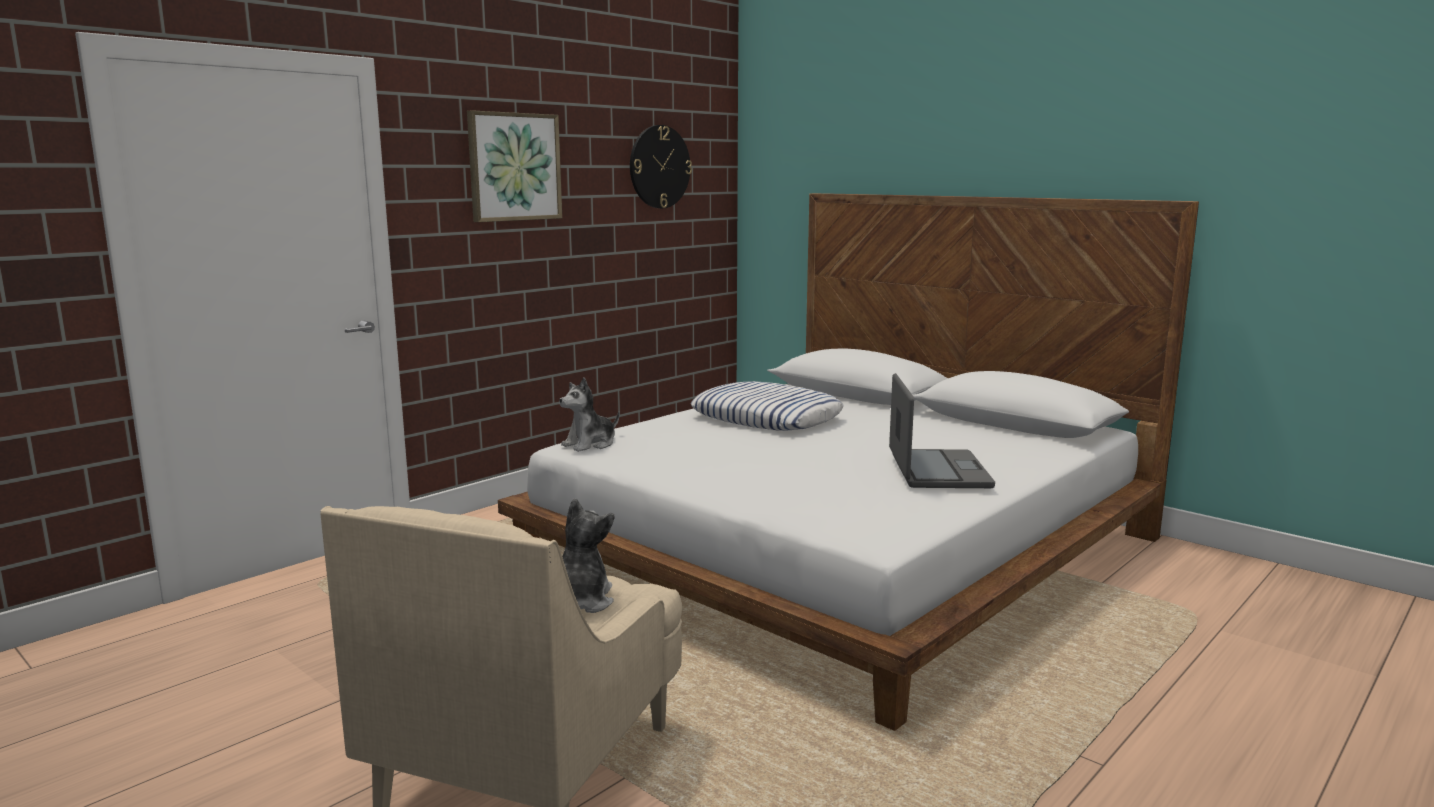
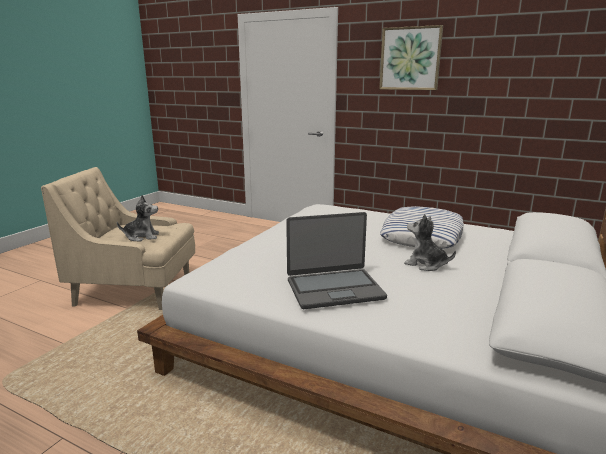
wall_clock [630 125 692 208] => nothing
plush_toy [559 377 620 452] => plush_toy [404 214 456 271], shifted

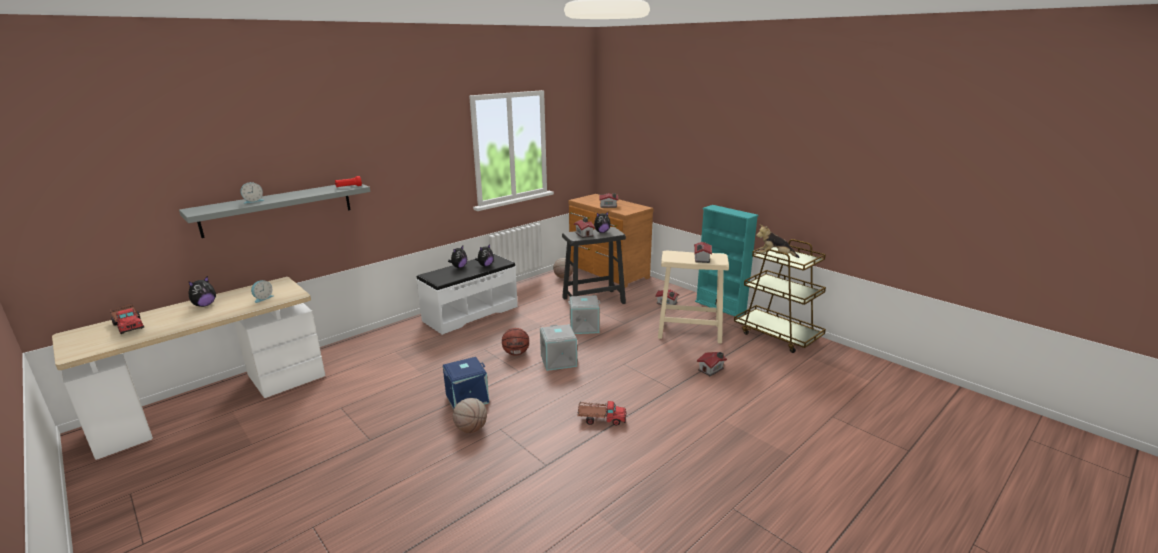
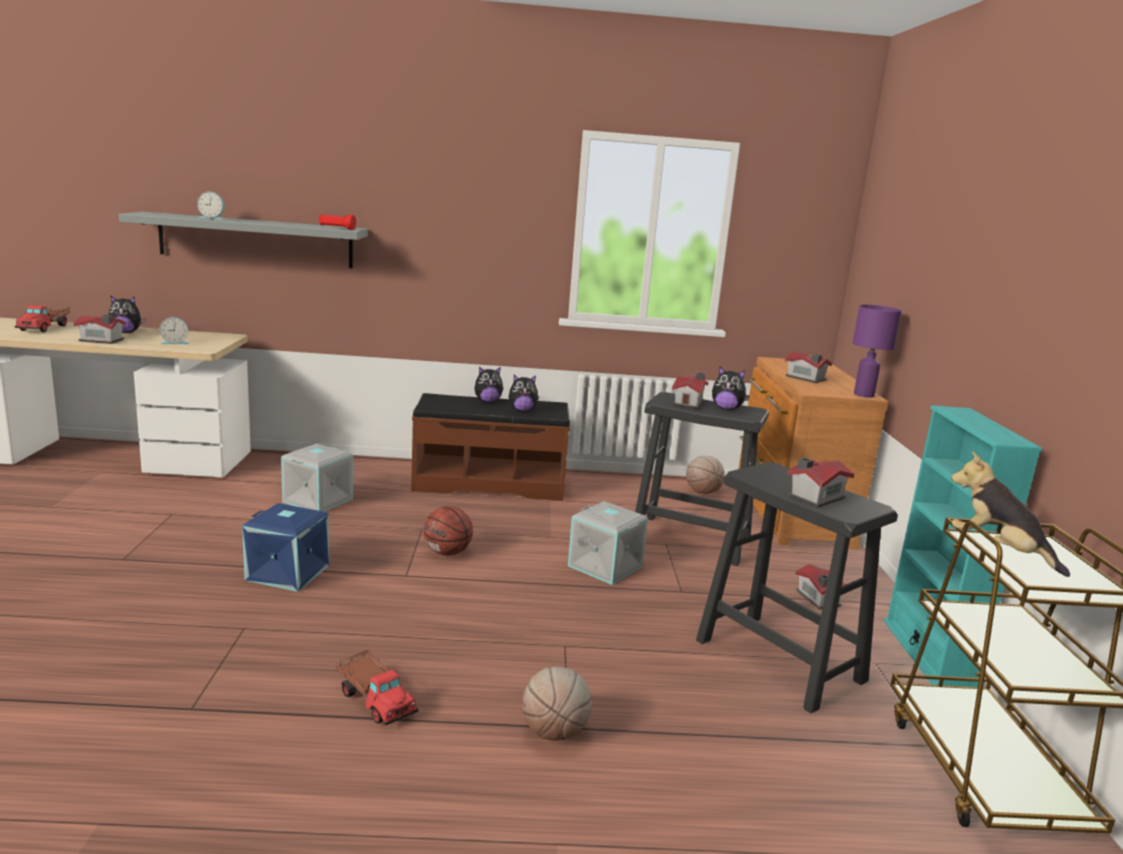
nothing => purple_table_lamp [853 305 902 398]
basketball [453 398 487 433] => basketball [522 667 592 741], shifted
grey_storage_box [540 324 577 371] => grey_storage_box [281 444 353 512], shifted
toy_house [697 352 727 376] => toy_house [74 315 126 344], shifted
white_bench [416 254 518 335] => brown_bench [411 393 570 501]
beige_stool [658 250 729 344] => black_stool [696 462 898 713]

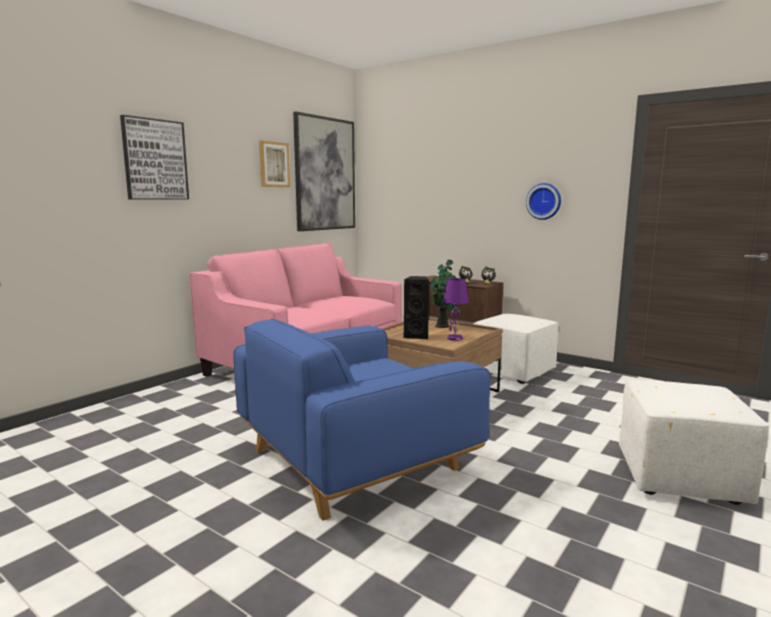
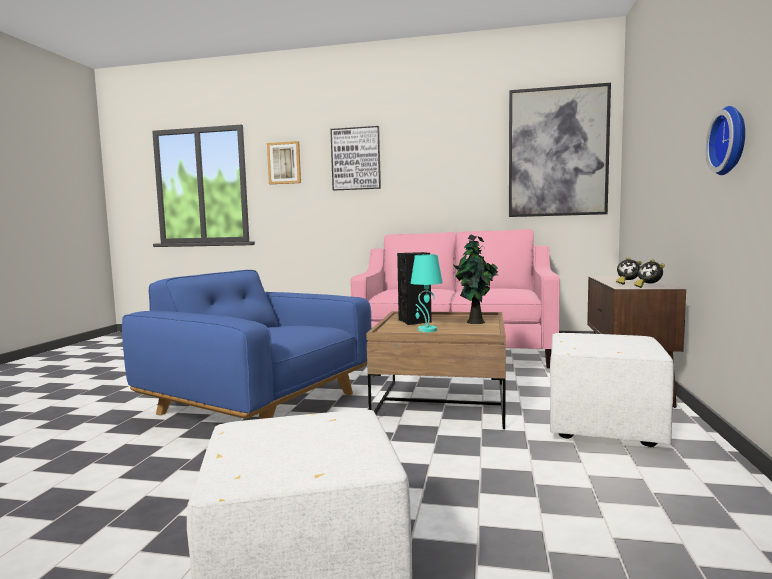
picture [259 140 290 187] => picture [267 141 301 184], shifted
purple_table_lamp [443 278 469 341] => turquoise_table_lamp [411 254 443 332]

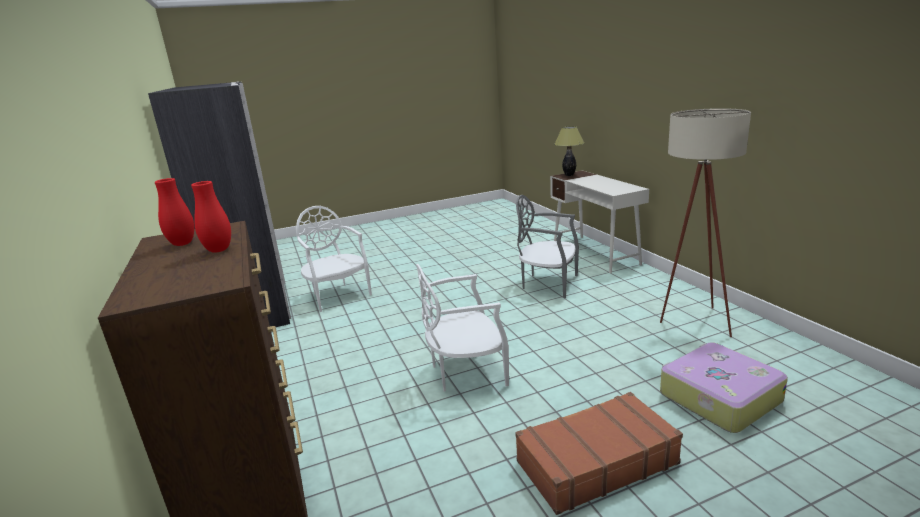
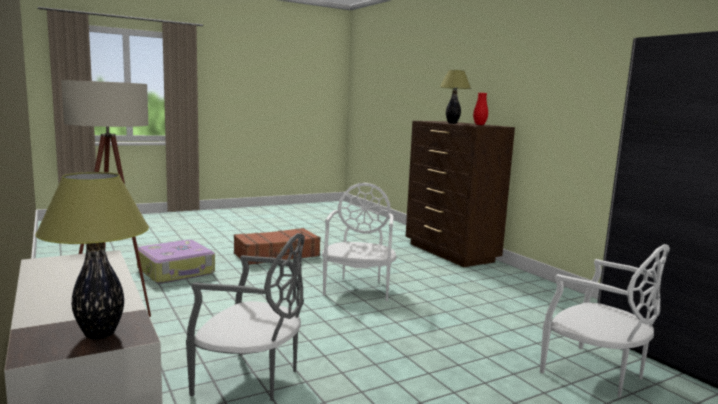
red_vase [191 181 231 253] => table_lamp [439 70 471 124]
white_chair [416 264 509 392] => white_chair [322 183 396 301], 60 degrees counterclockwise

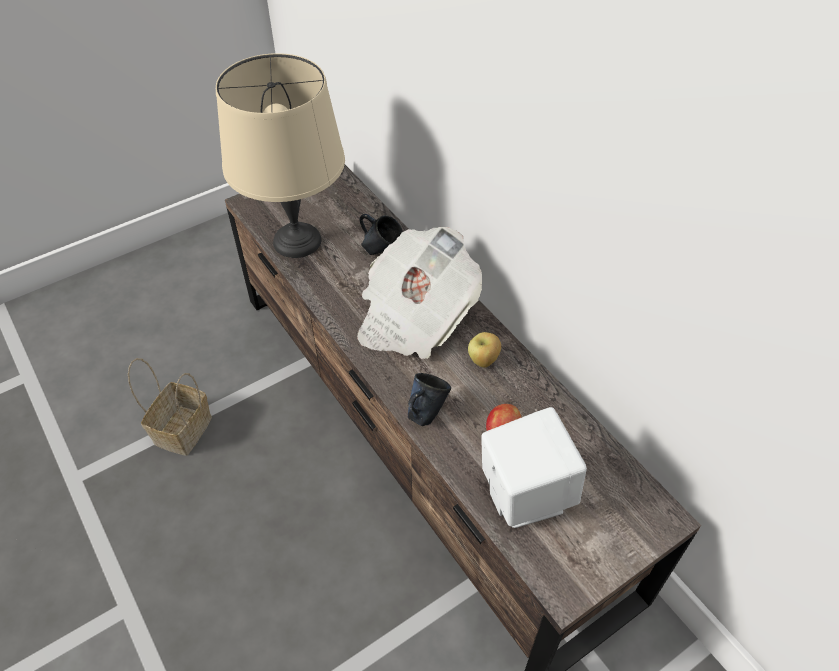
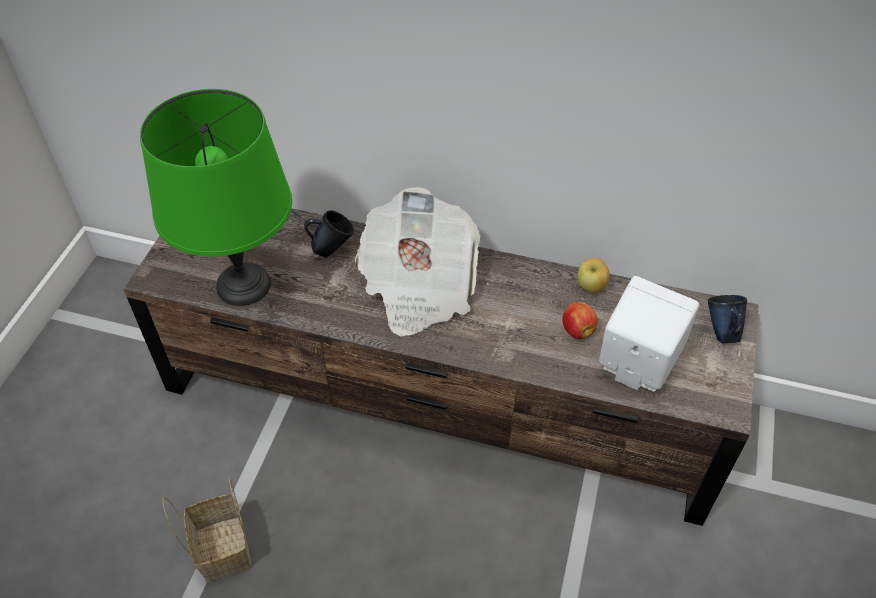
blue_mug [408 373 451 426] => blue_mug [708 295 747 344], shifted
apple [468 332 501 367] => apple [577 258 610 293], shifted
beige_table_lamp [216 53 345 258] => green_table_lamp [140 89 292 306]

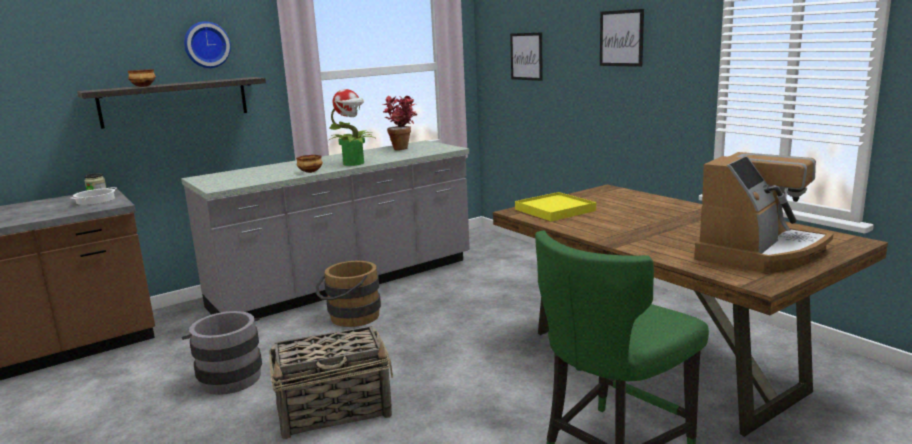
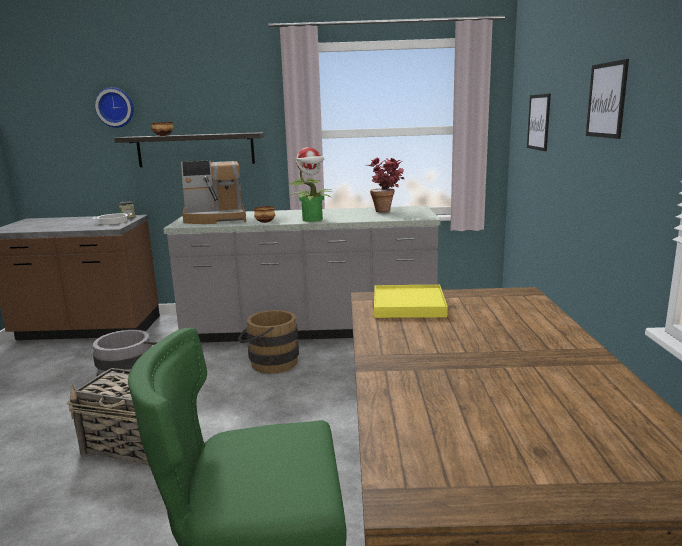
wall_clock [184 21 231 68] => wall_clock [95 87 134 128], shifted
coffee_machine [694 152 833 273] => coffee_machine [181 160 246 224], shifted

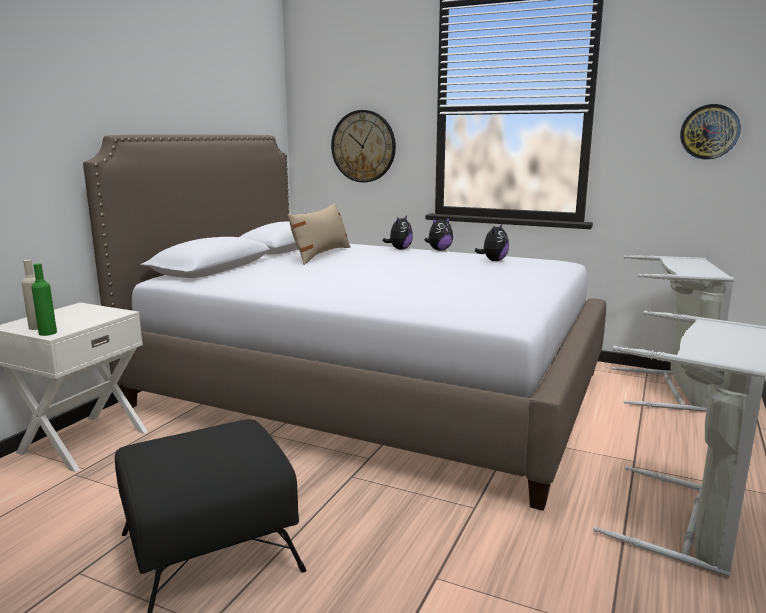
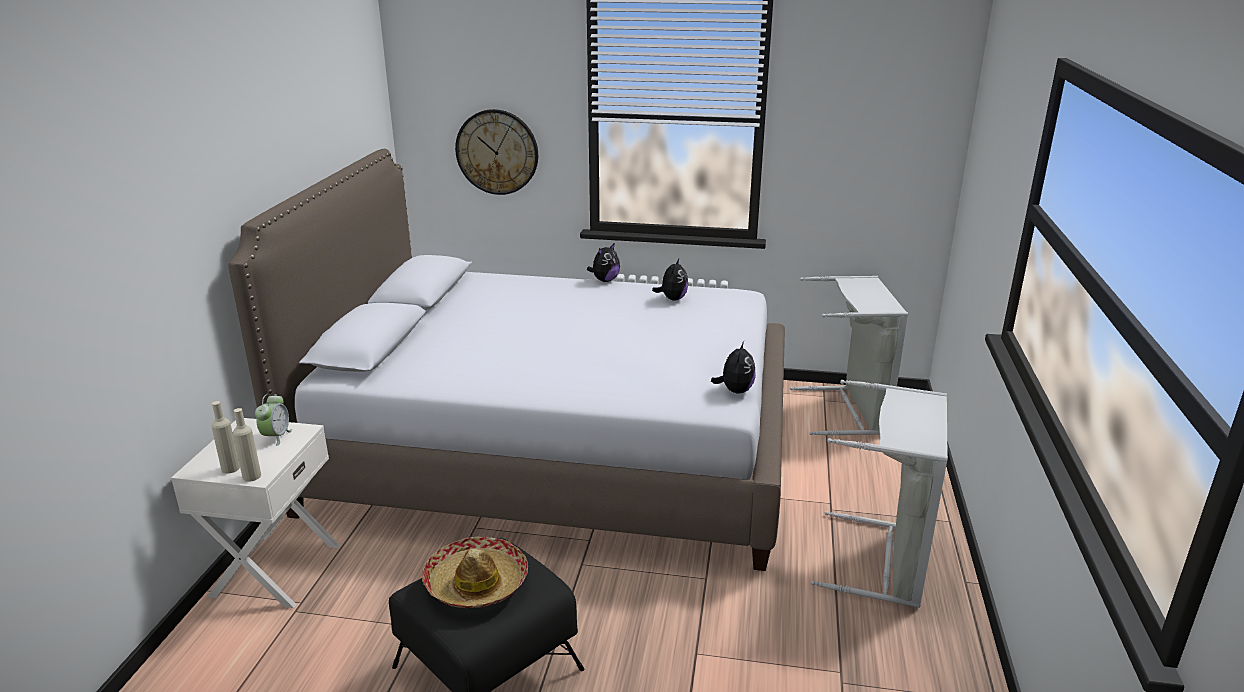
beige_pillow [287 203 351 265] => nothing
wall_clock [680 104 741 159] => nothing
nothing => alarm_clock [255 394 292 446]
nothing => hat [422 537 528 608]
plush_toy [383 215 413 250] => plush_toy [711 341 756 394], shifted
green_bottle [31 263 57 336] => beige_bottle [233 408 261 482]

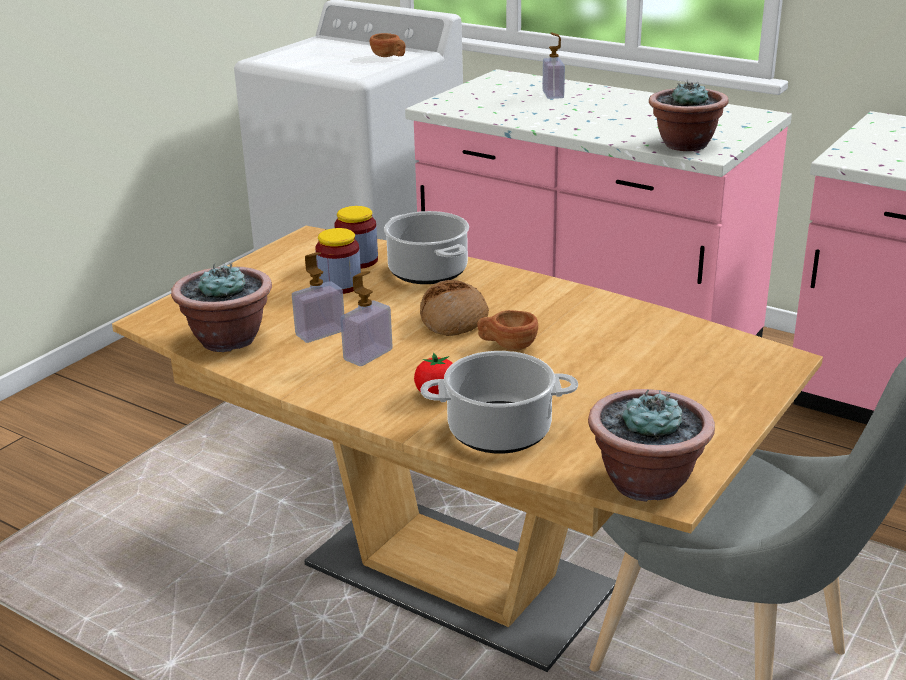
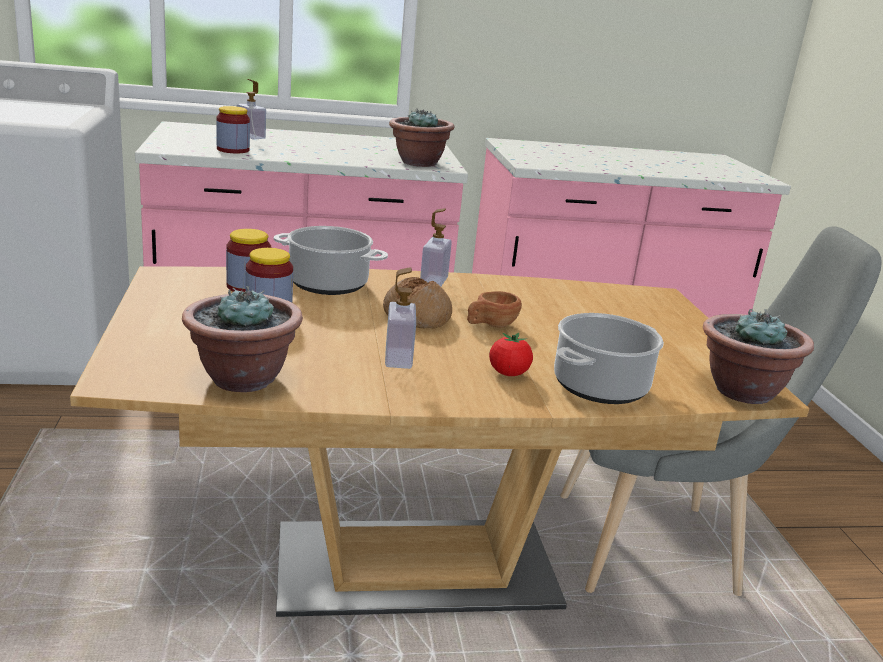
brown_cup [370 33 406 57] => nothing
nothing => jar [216 106 250 153]
soap_dispenser [292 252 344 343] => soap_dispenser [420 208 452 287], shifted

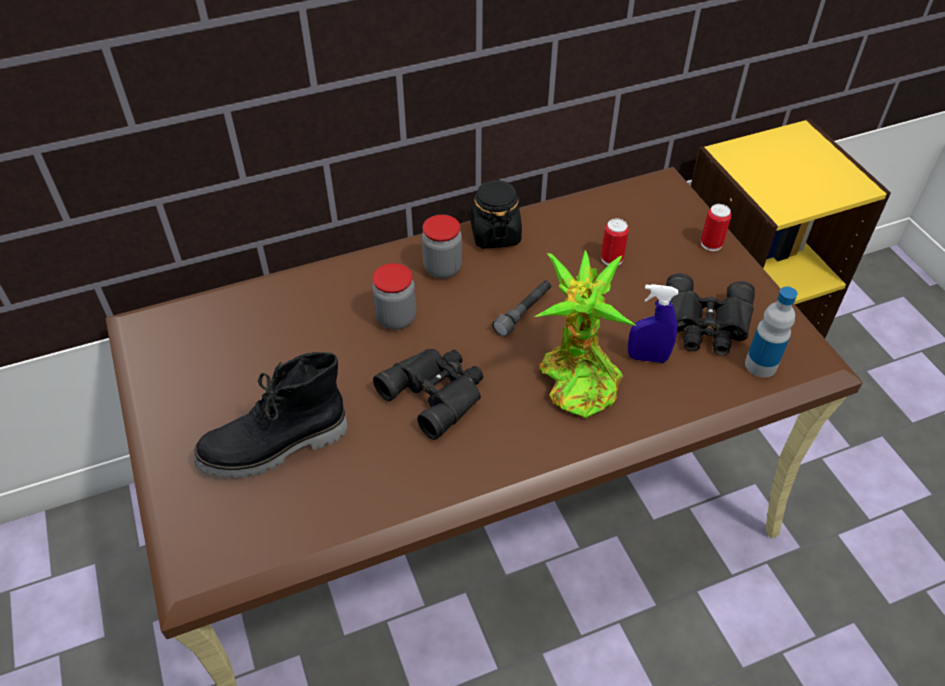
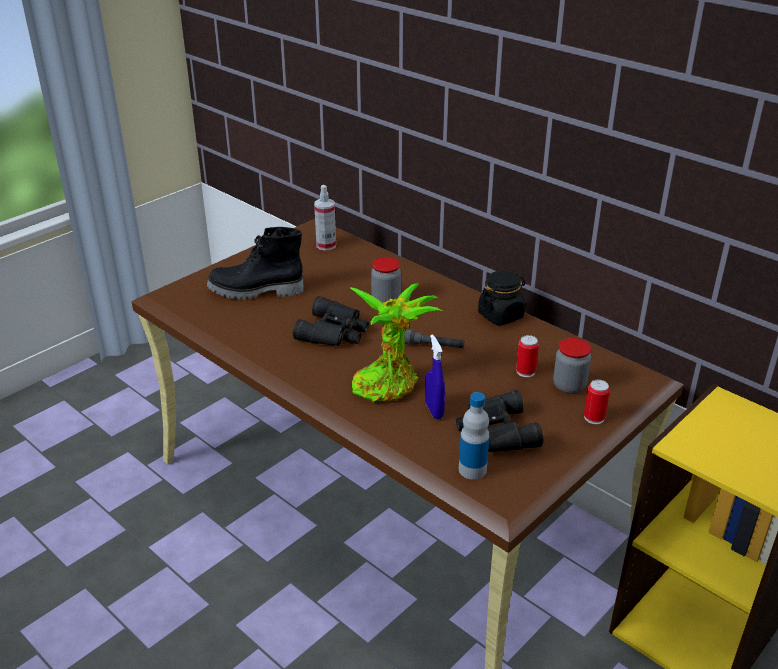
nothing => spray_bottle [314 185 336 251]
jar [422 215 462 278] => jar [553 338 591 394], shifted
black_boot [194 352 348 478] => black_boot [207 227 304 300], 45 degrees counterclockwise

